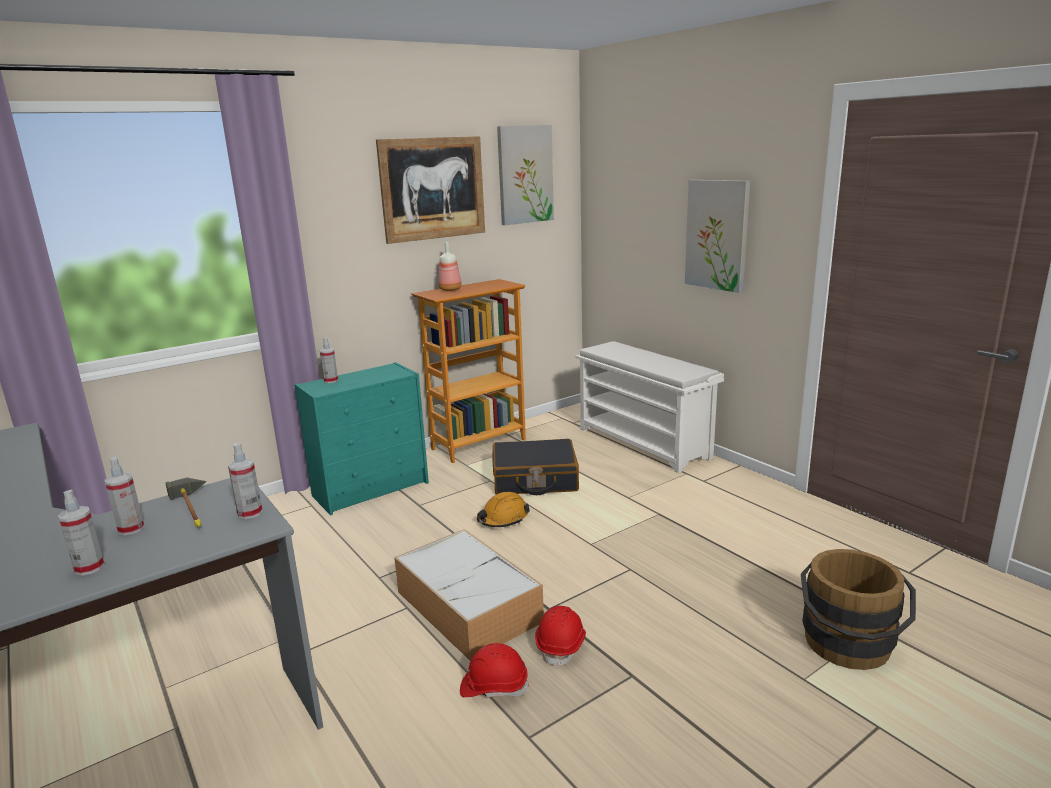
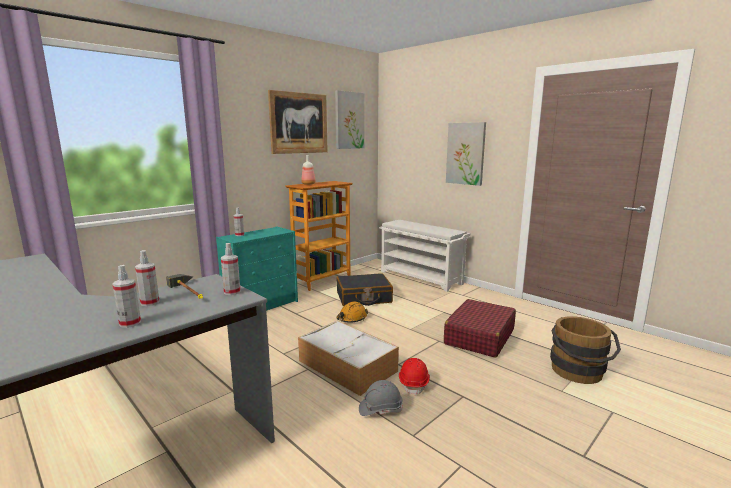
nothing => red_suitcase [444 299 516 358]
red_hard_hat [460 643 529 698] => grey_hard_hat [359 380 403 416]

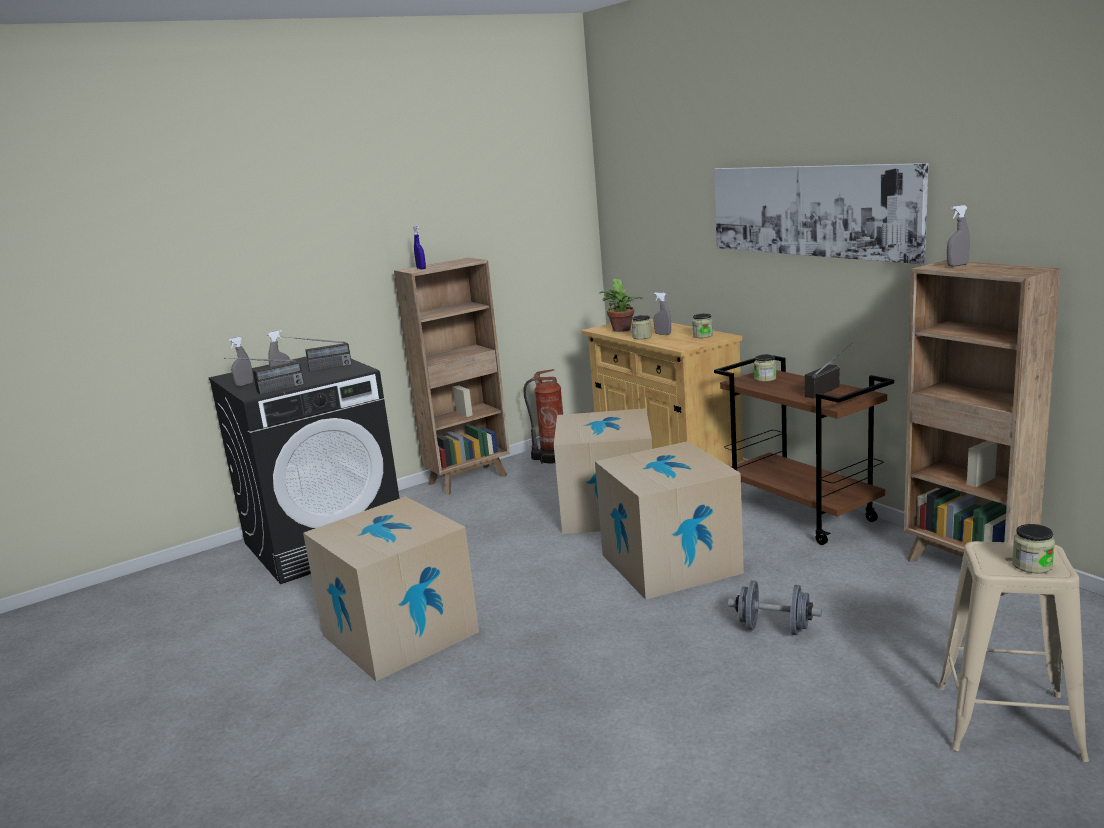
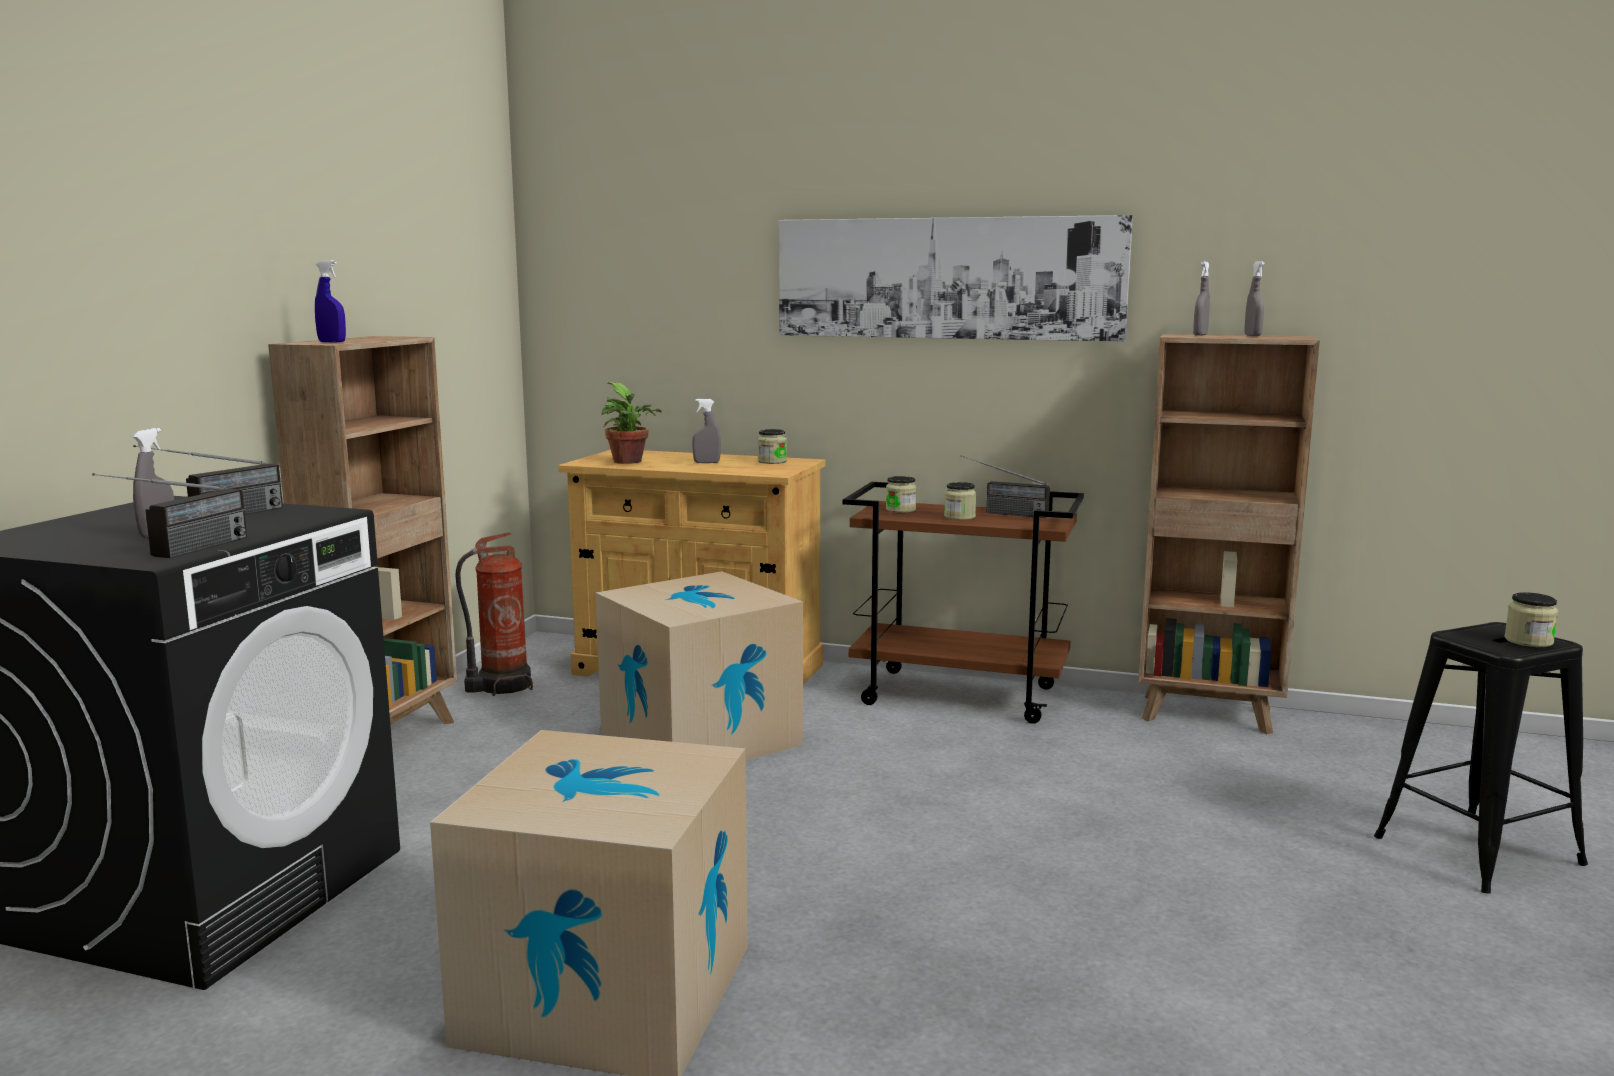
cardboard_box [595 441 744 600] => nothing
grey_dumbbell [728 580 822 635] => nothing
grey_spray_bottle [228 337 253 387] => grey_spray_bottle [1245 261 1265 336], shifted
jar [632 315 652 339] => jar [944 482 976 520], shifted
beige_stool [938 541 1089 762] => black_stool [1374 622 1588 893]
radio [804 343 852 398] => radio [961 455 1050 518], 75 degrees counterclockwise

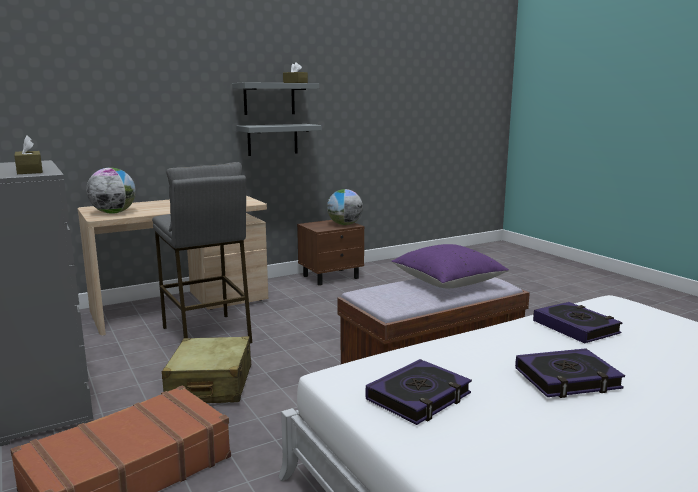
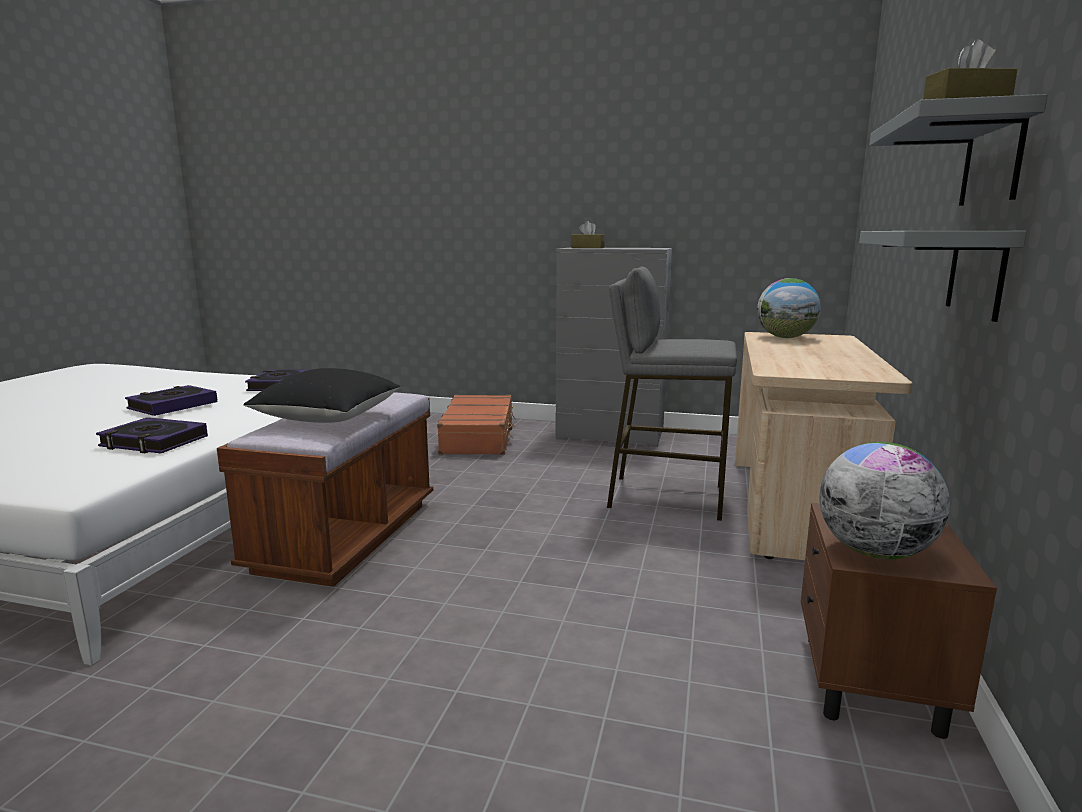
beige_suitcase [162 336 251 403] => nothing
purple_pillow [391 244 509 288] => black_pillow [243 368 401 423]

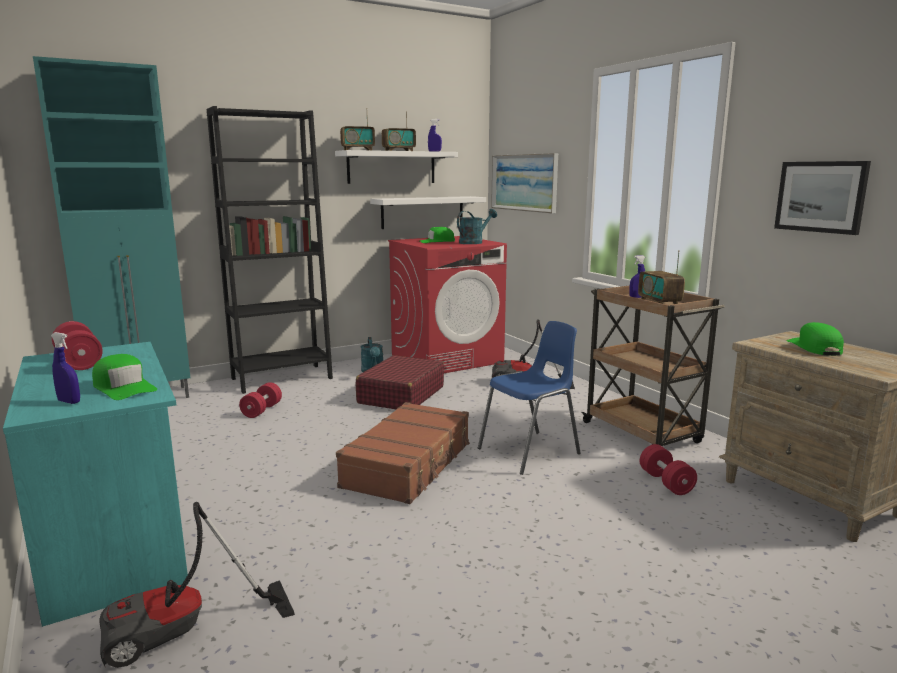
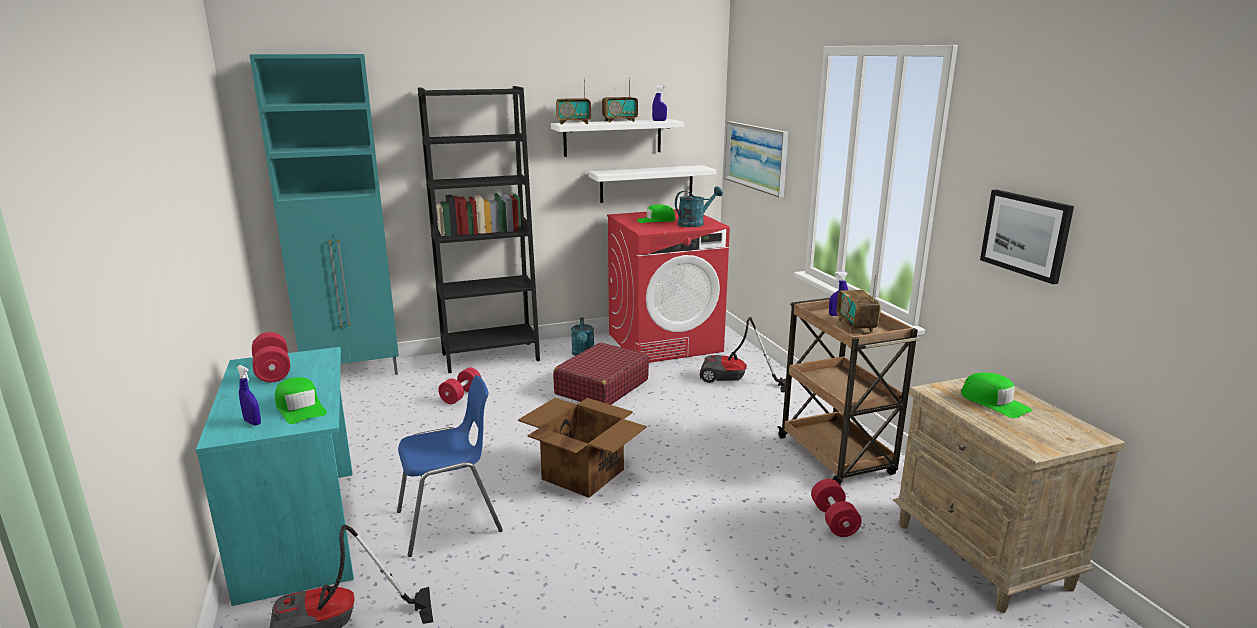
blue_chair [478 321 581 475] => blue_chair [397 375 503 557], shifted
brown_suitcase [336 402 470 504] => cardboard_box [518 398 647 498]
green_cap [786 322 844 356] => green_cap [961 372 1032 418], 135 degrees clockwise

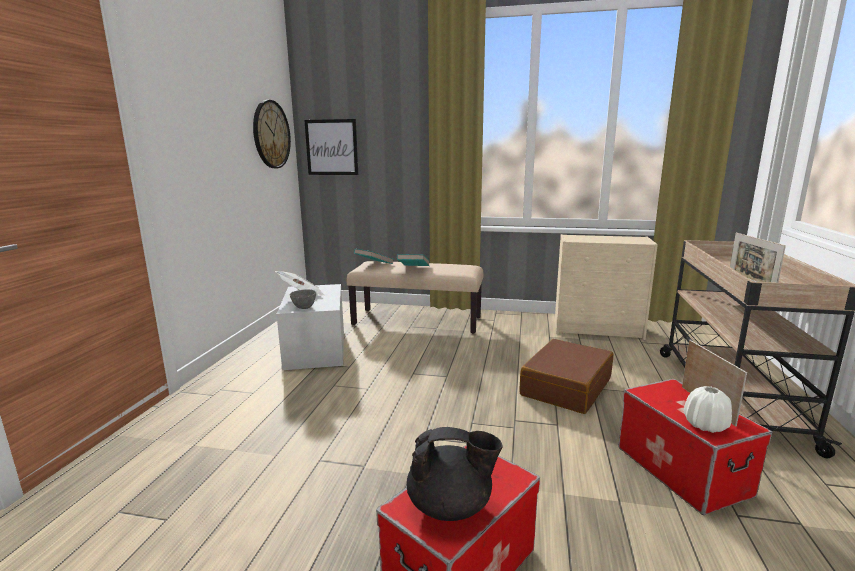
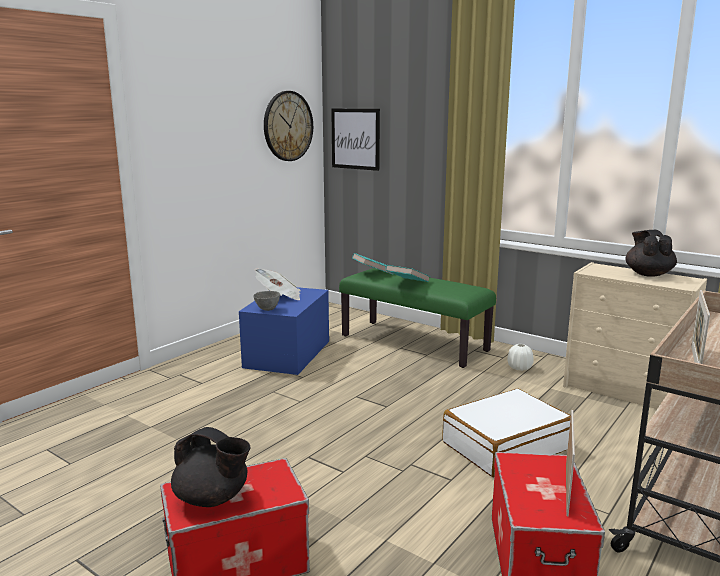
nothing => black_teapot [625 230 677 277]
white_vase [684 386 732 433] => white_vase [507 344 534 371], shifted
white_storage_box [277 284 344 370] => blue_storage_box [239 287 329 375]
beige_bench [347 261 483 334] => green_bench [339 268 496 368]
brown_suitcase [520 339 613 414] => white_suitcase [442 388 571 477]

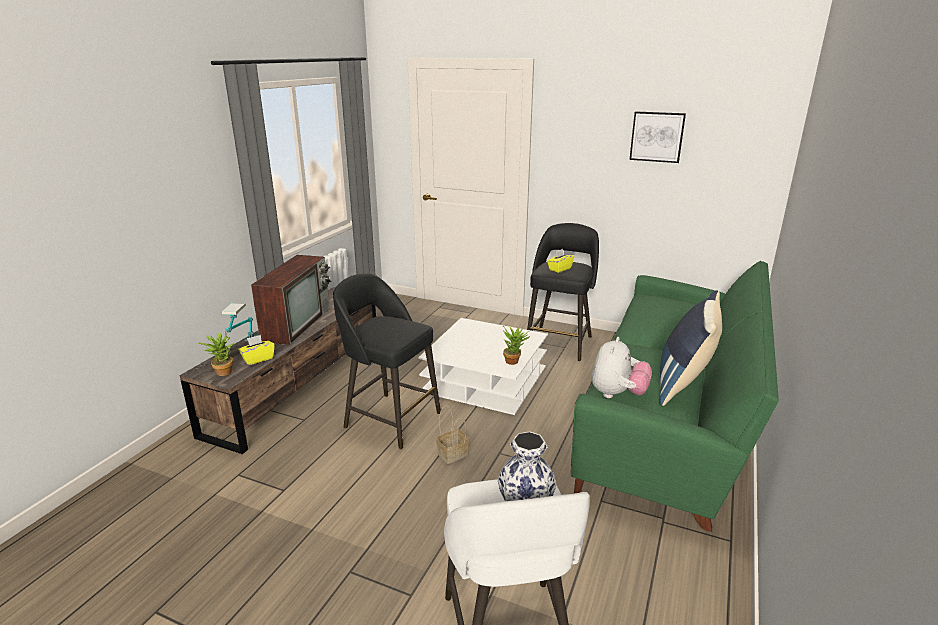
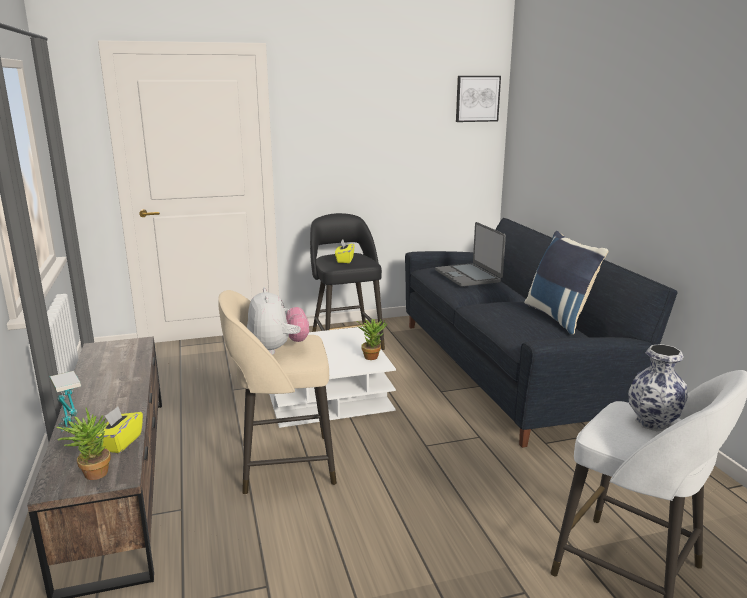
television [251 255 331 345] => nothing
basket [436 406 469 464] => nothing
nothing => laptop [435 222 506 287]
plush_toy [591 337 652 398] => plush_toy [247 287 309 355], shifted
picture [629 111 686 163] => picture [456 76 501 122], shifted
black_stool [333 273 441 449] => beige_stool [218 290 337 495]
green_sofa [571 261 779 532] => black_sofa [405 218 678 448]

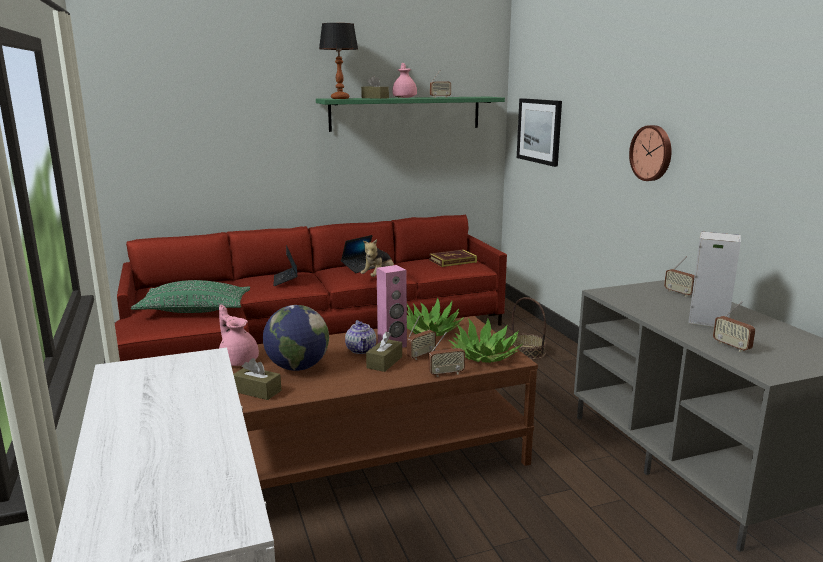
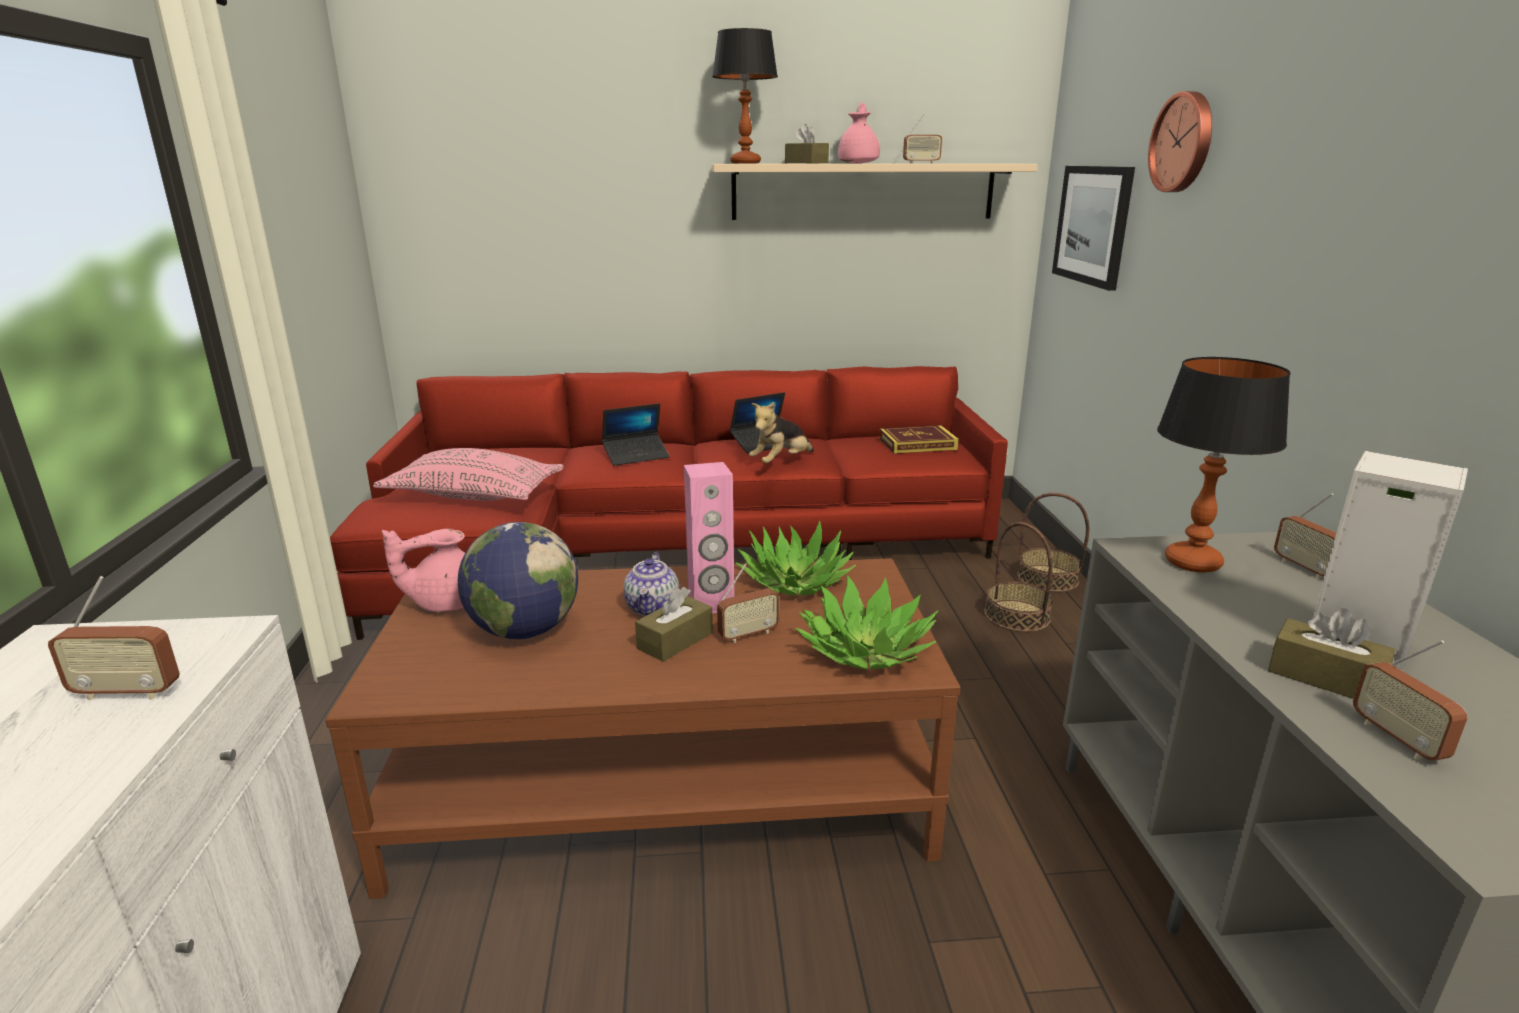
nothing => basket [1017 493 1089 592]
nothing => table_lamp [1157 357 1291 573]
brown_tissue_box [233 358 281 400] => brown_tissue_box [1268 608 1395 699], shifted
radio [428 331 465 377] => radio [48 576 180 700], shifted
wall_clock [629 125 672 181] => wall_clock [1148 91 1212 192], shifted
green_pillow [131 280 250 313] => pink_pillow [373 448 564 501]
green_shelf [316 97 505 132] => beige_shelf [711 163 1037 220]
pink_teapot [219 305 259 366] => pink_teapot [382 529 465 612], 90 degrees counterclockwise
laptop [273 245 298 286] => laptop [602 403 670 466], 120 degrees counterclockwise

